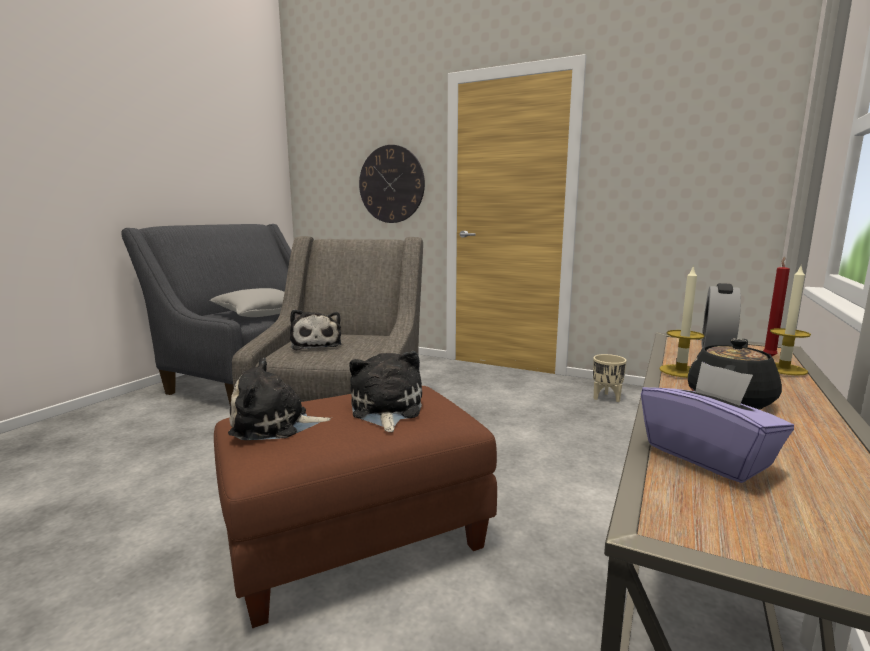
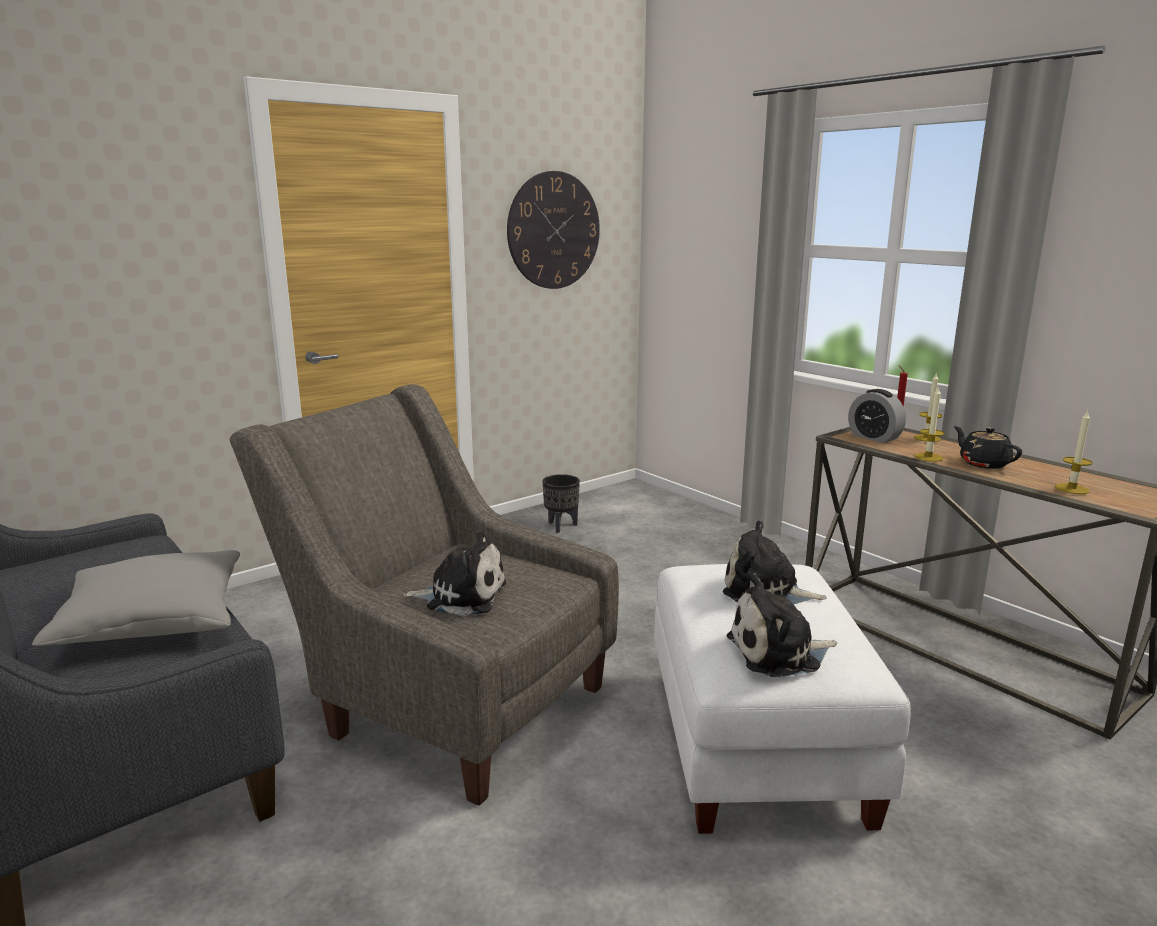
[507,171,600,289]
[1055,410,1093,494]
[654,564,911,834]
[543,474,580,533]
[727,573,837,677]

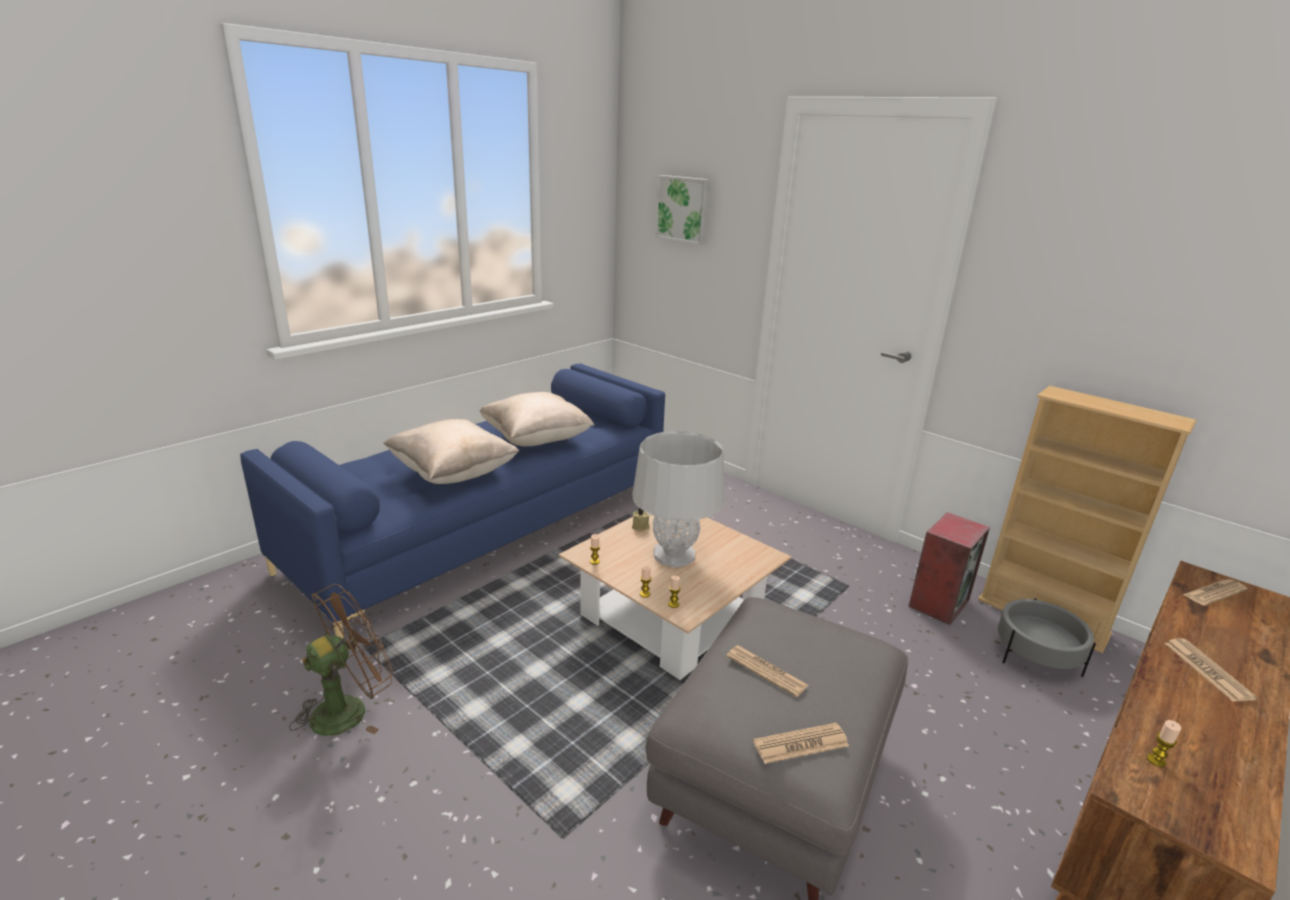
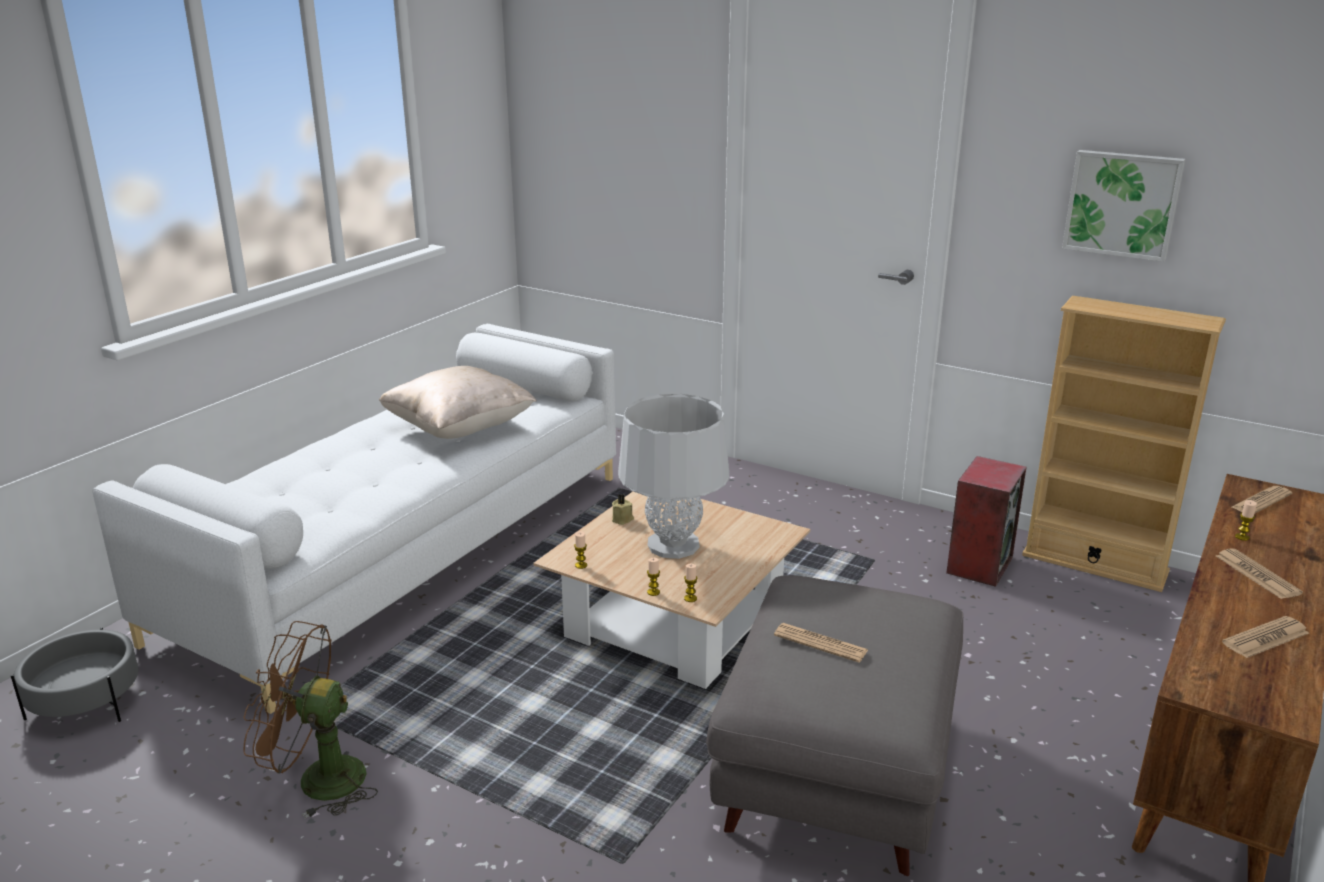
[383,419,520,484] (first image)
[1062,150,1186,262]
[1222,616,1309,658]
[11,627,138,722]
[1235,500,1257,541]
[92,324,616,714]
[243,621,378,818]

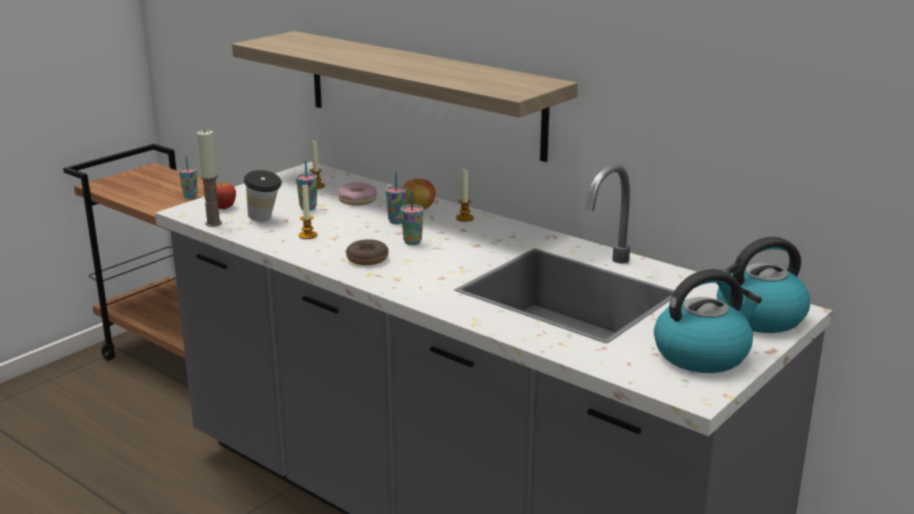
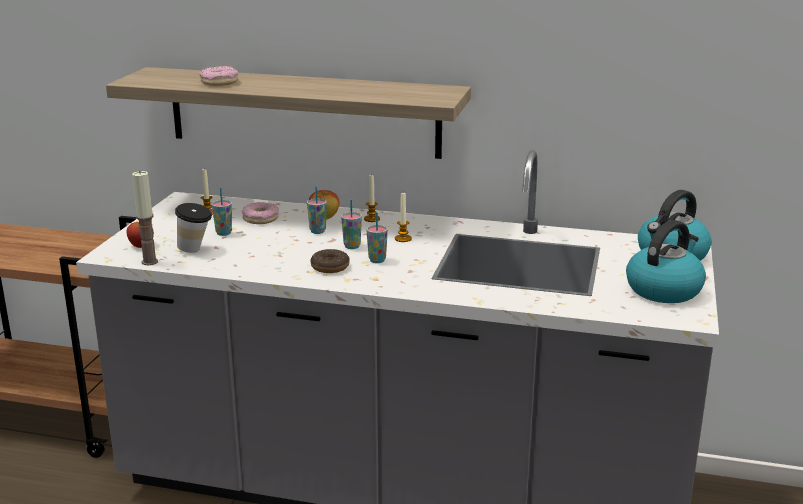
[199,66,238,86]
[366,212,388,263]
[395,193,412,242]

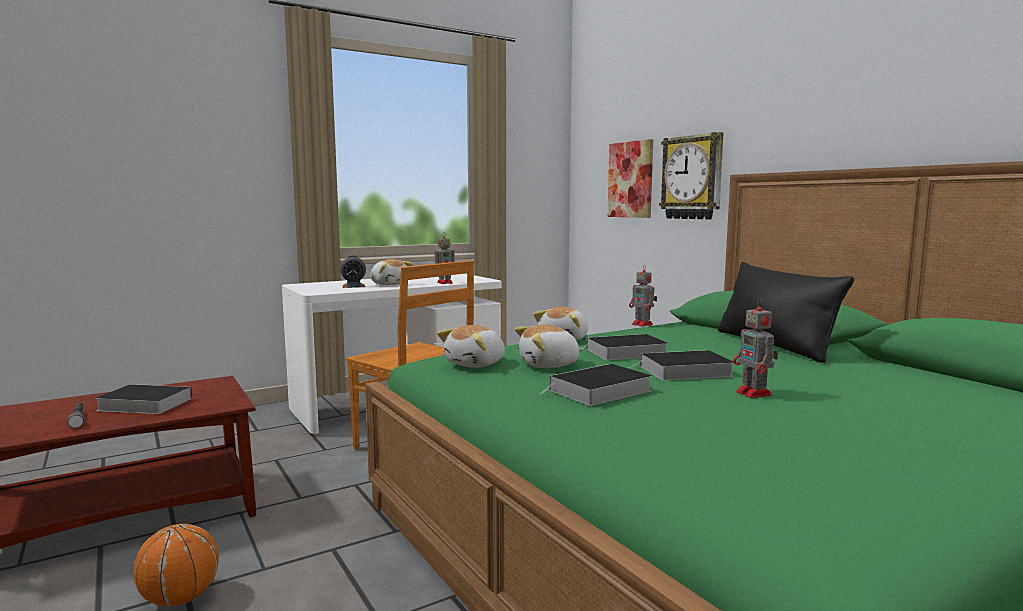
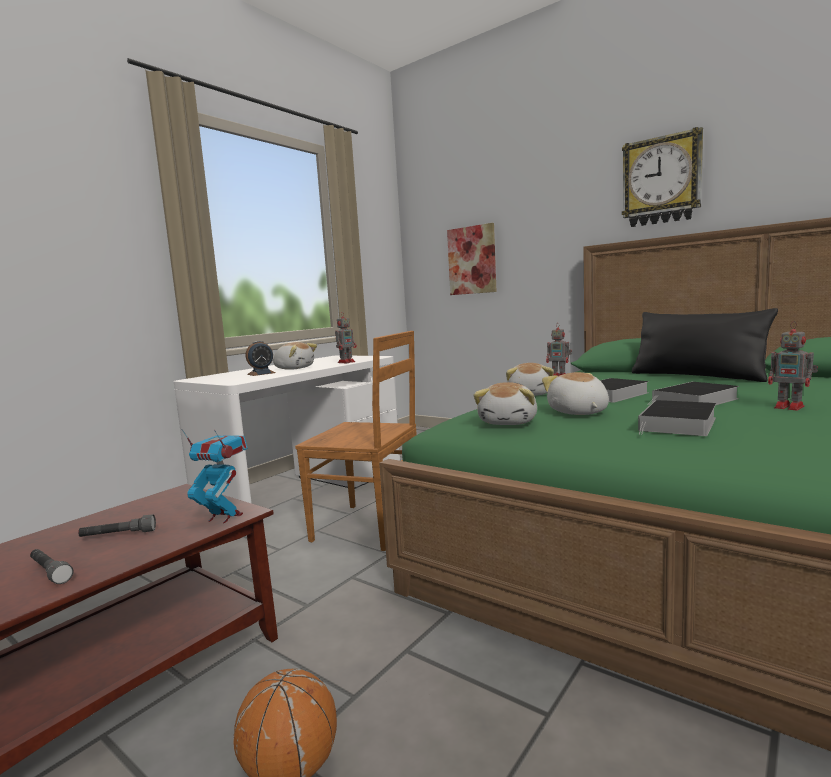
[181,429,248,523]
[622,127,703,227]
[78,514,156,537]
[542,372,609,415]

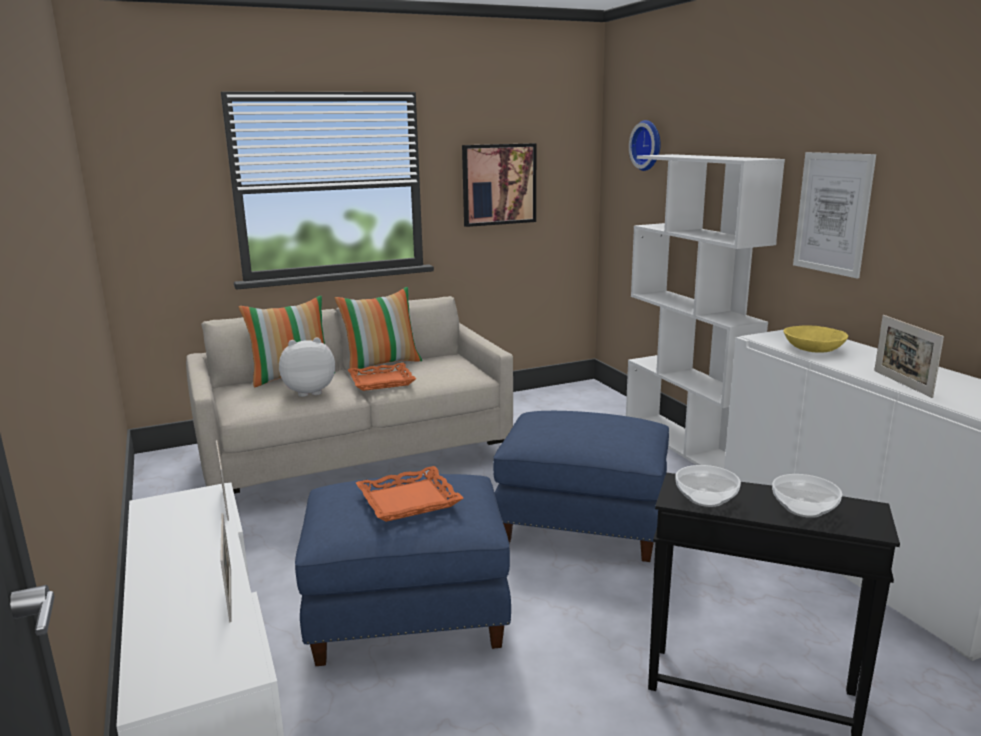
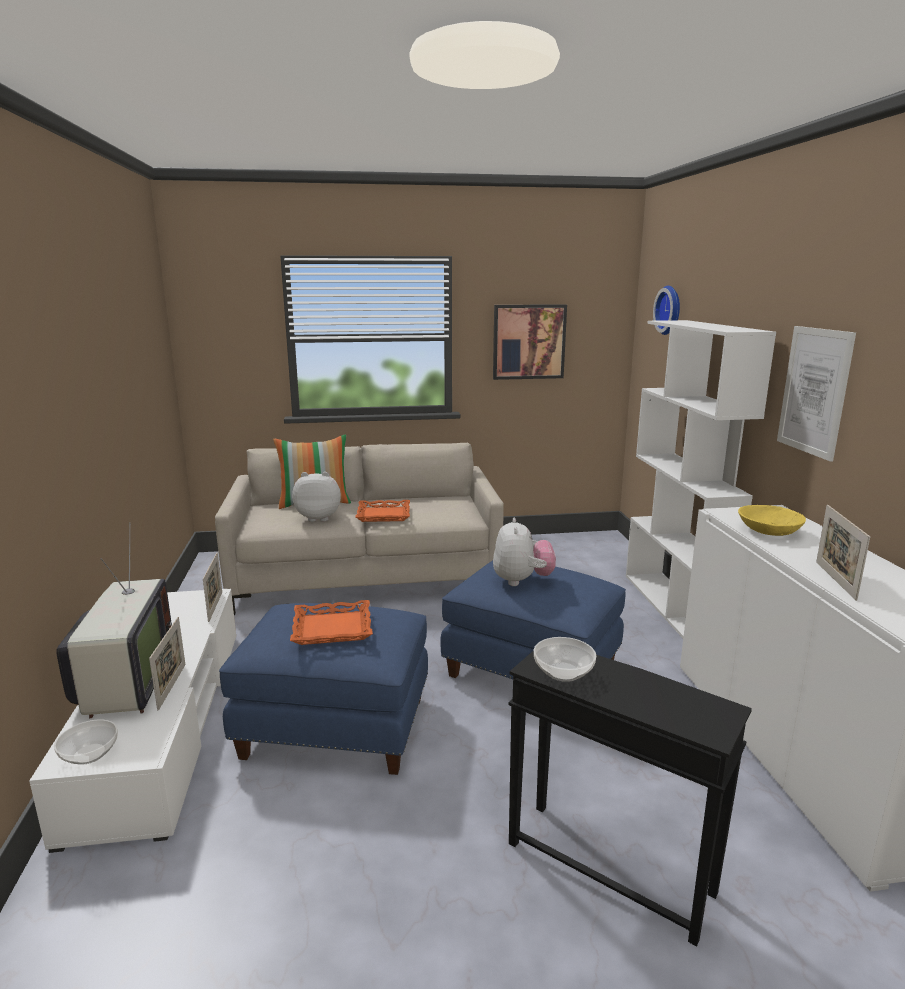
[335,287,422,375] (first image)
[56,522,172,718]
[493,518,556,586]
[54,720,118,765]

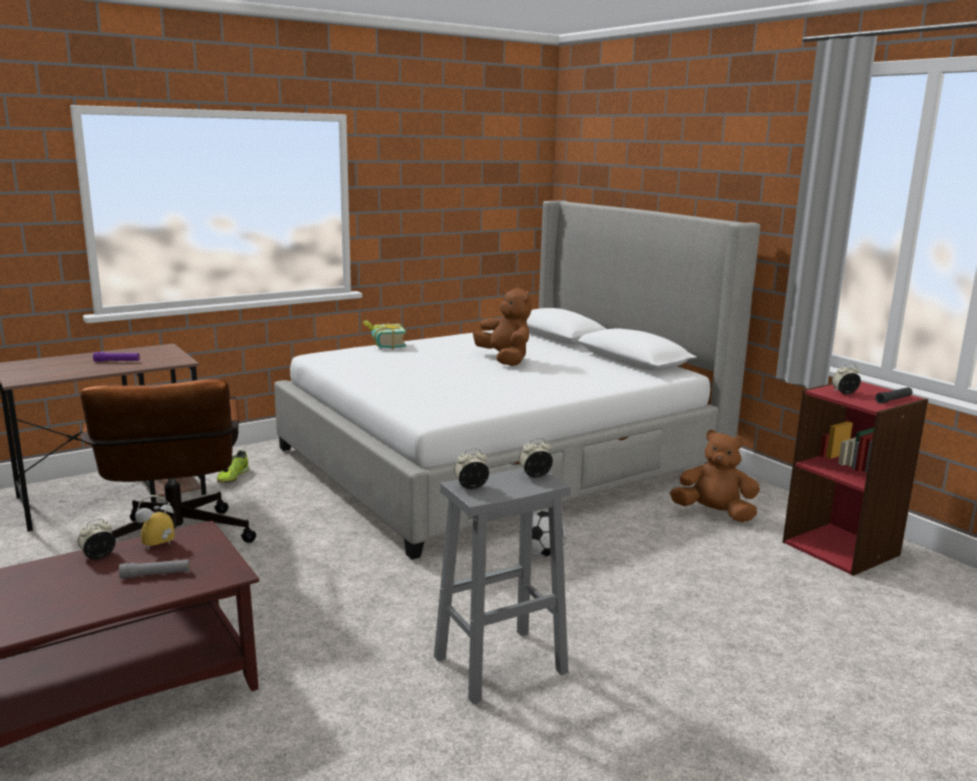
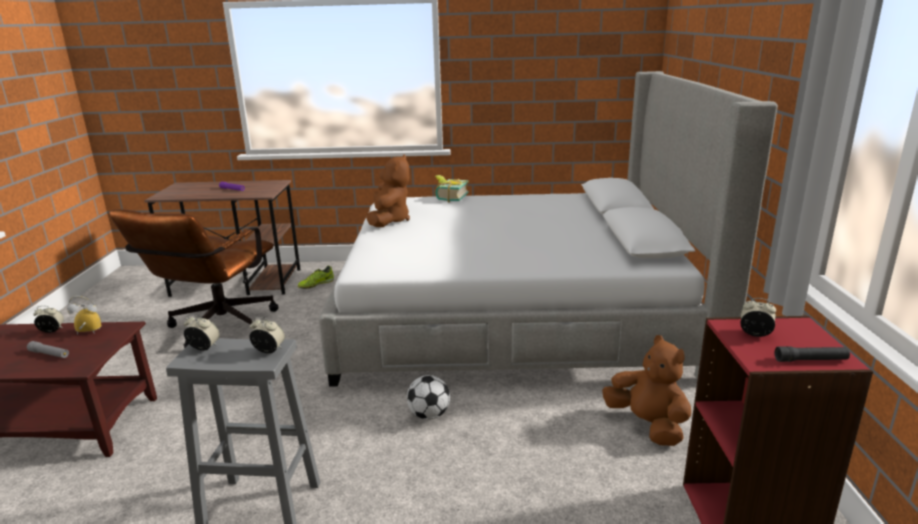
[367,154,410,227]

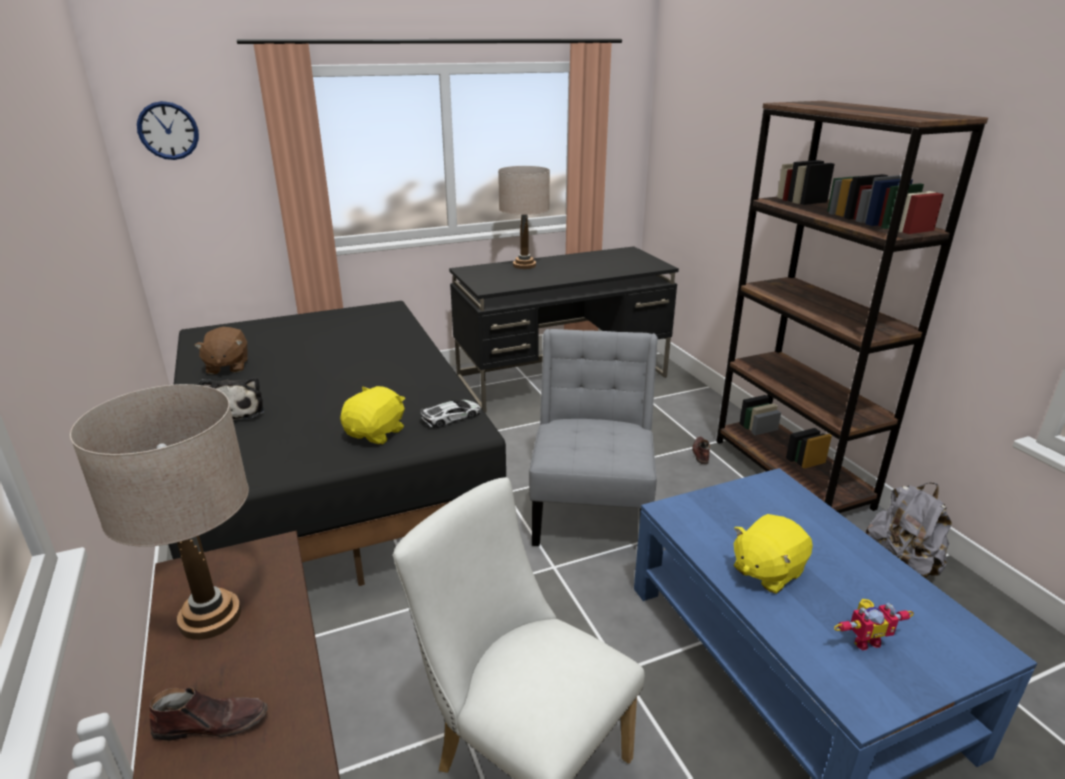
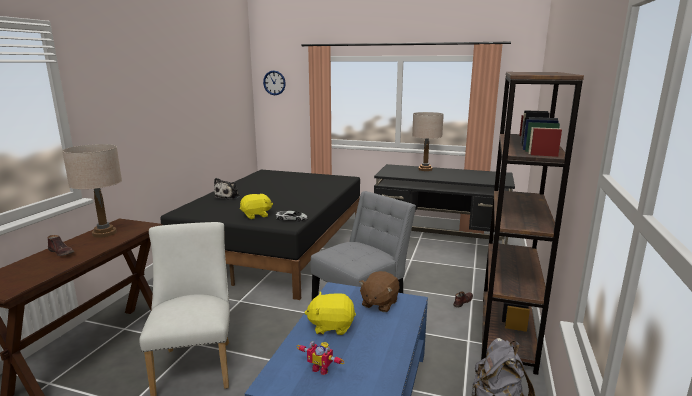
[359,271,400,312]

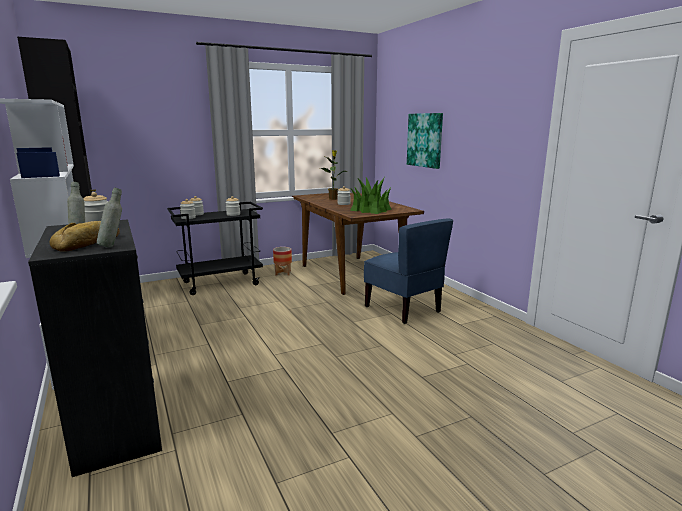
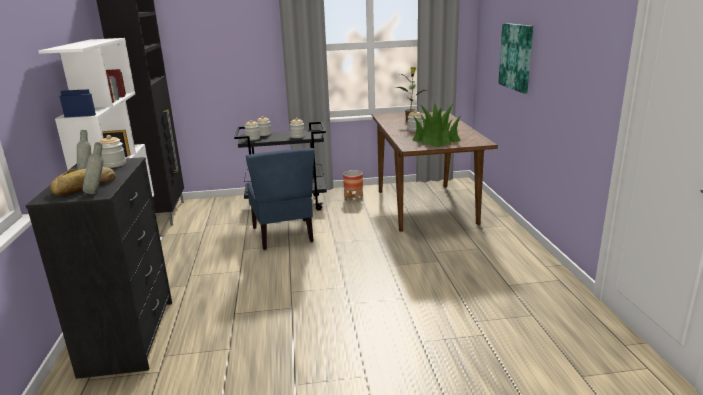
[246,148,315,250]

